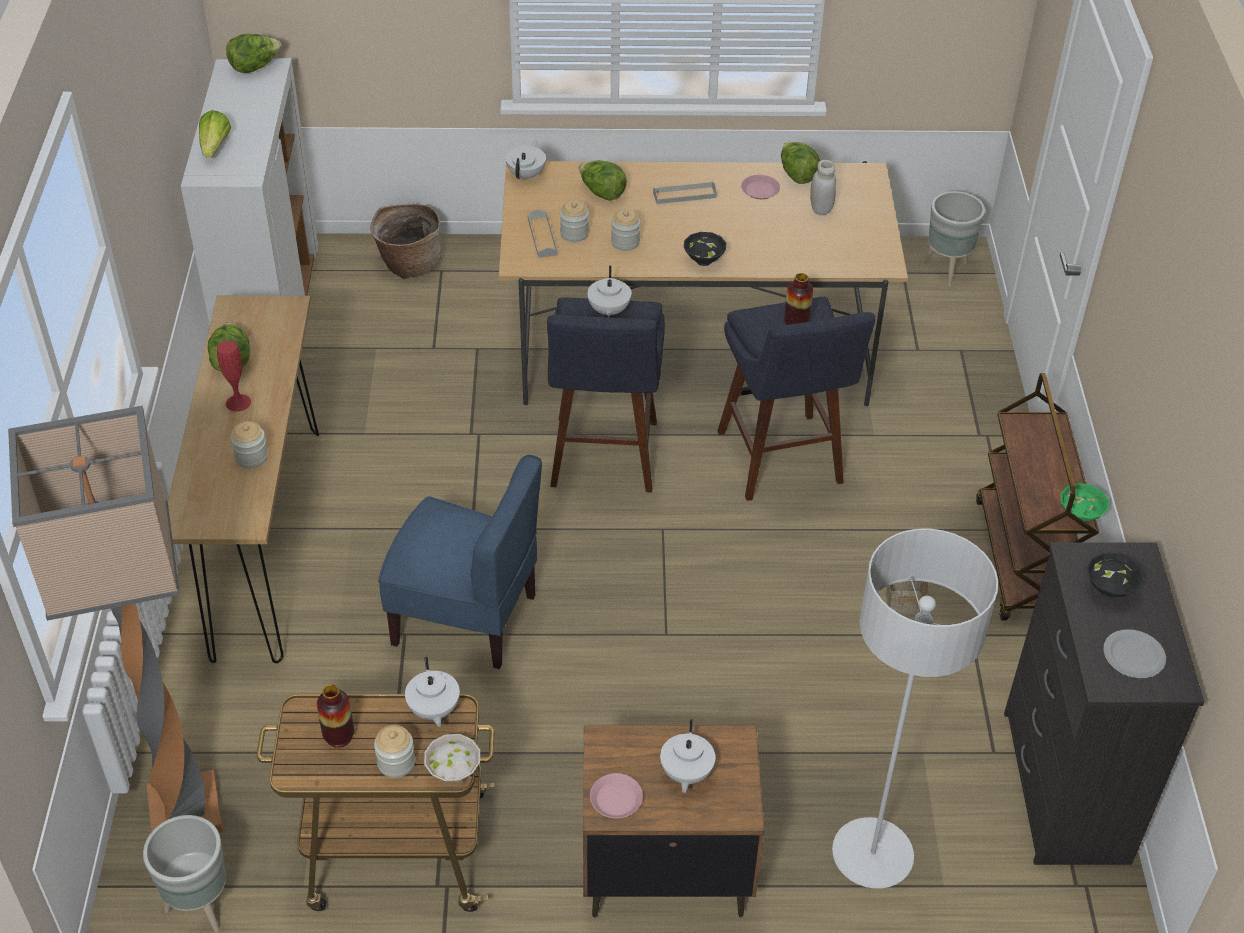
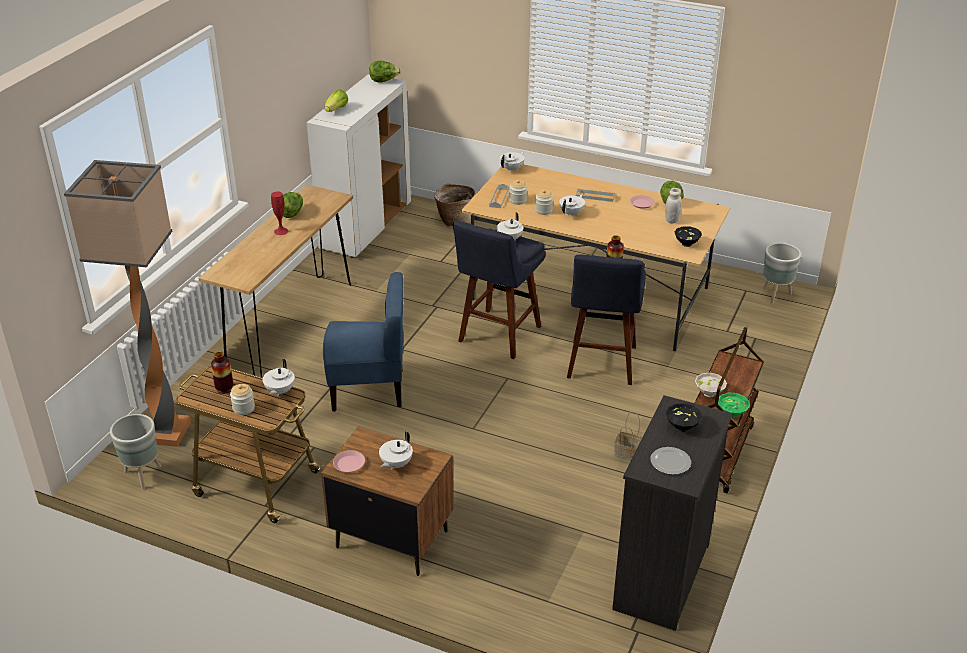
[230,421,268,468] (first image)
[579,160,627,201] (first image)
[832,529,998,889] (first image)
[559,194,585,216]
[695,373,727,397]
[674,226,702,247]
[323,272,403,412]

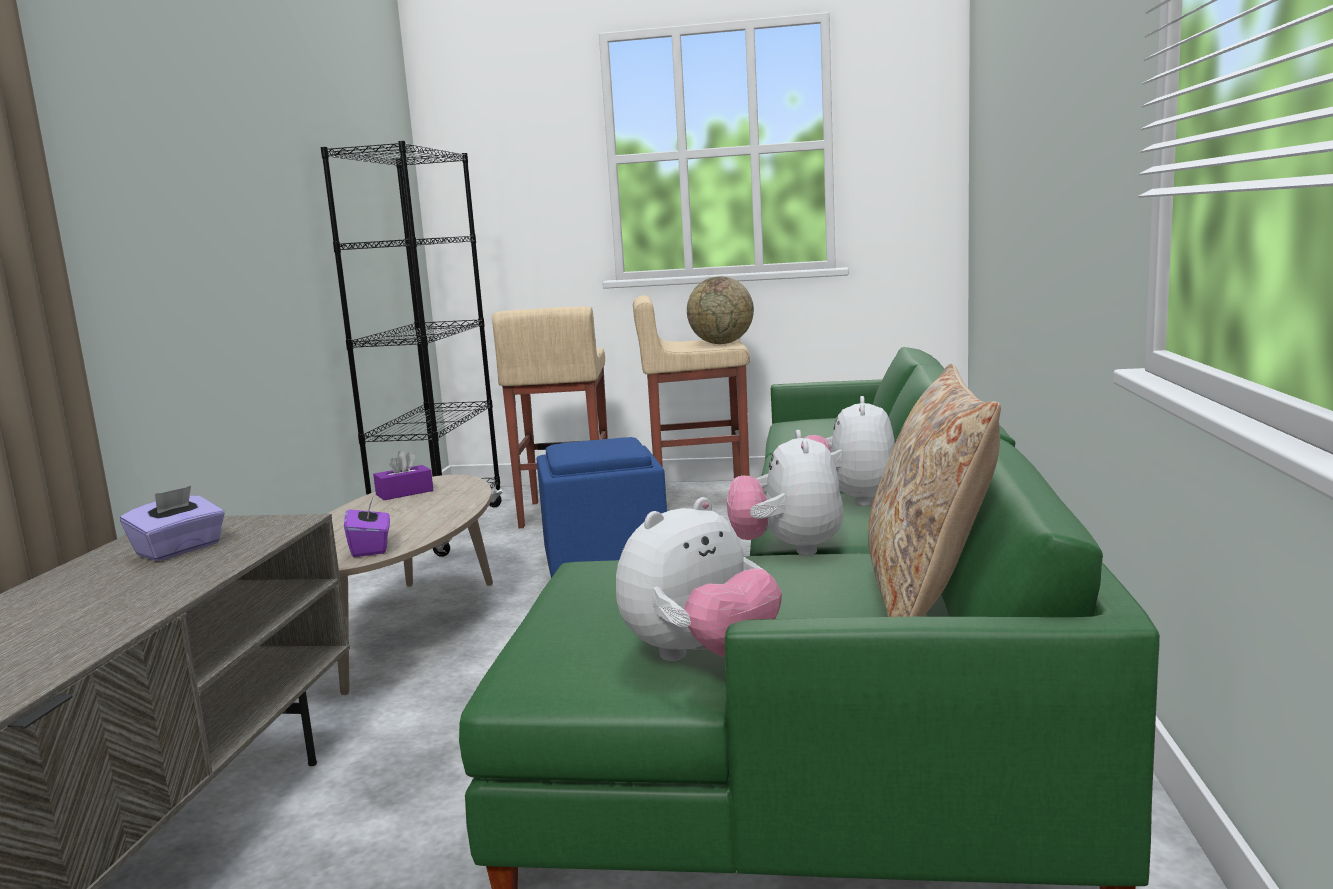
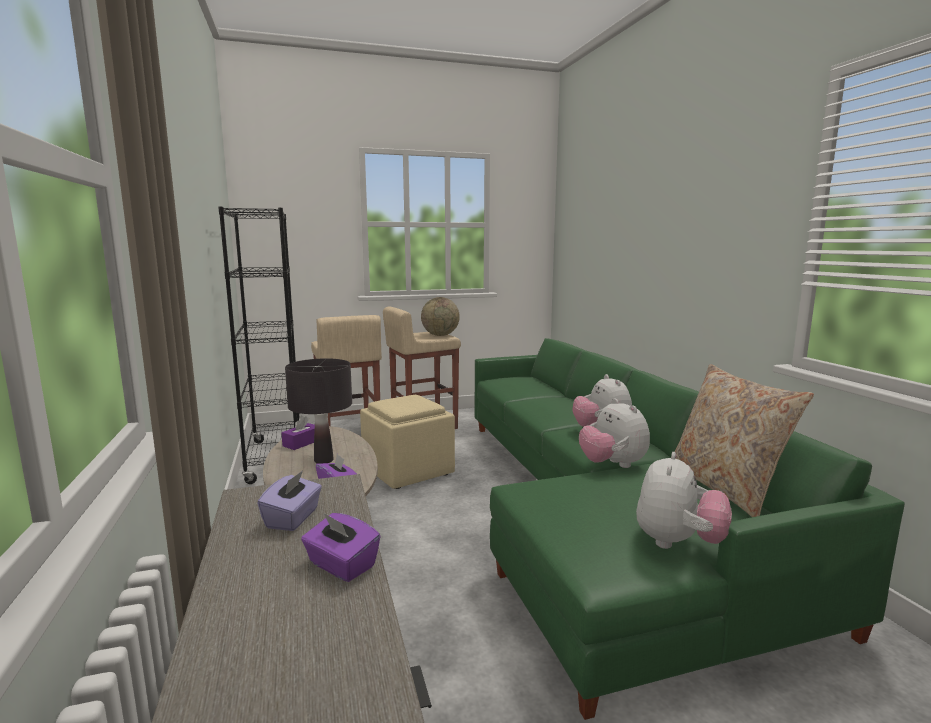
[285,358,352,464]
[301,512,381,582]
[360,395,455,489]

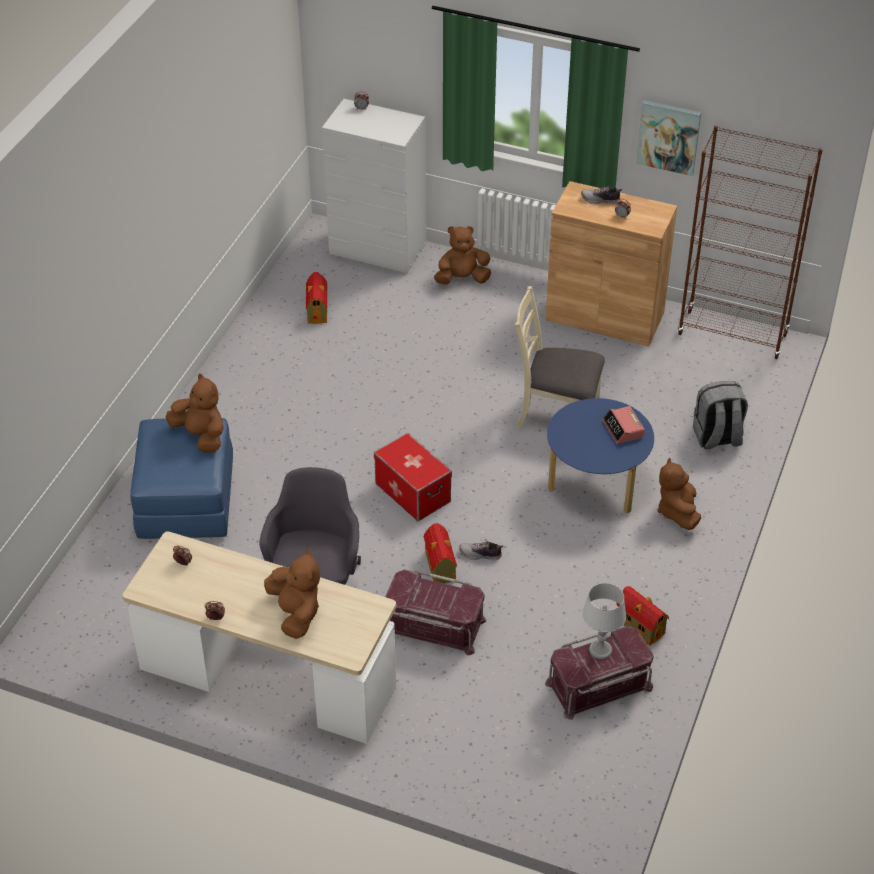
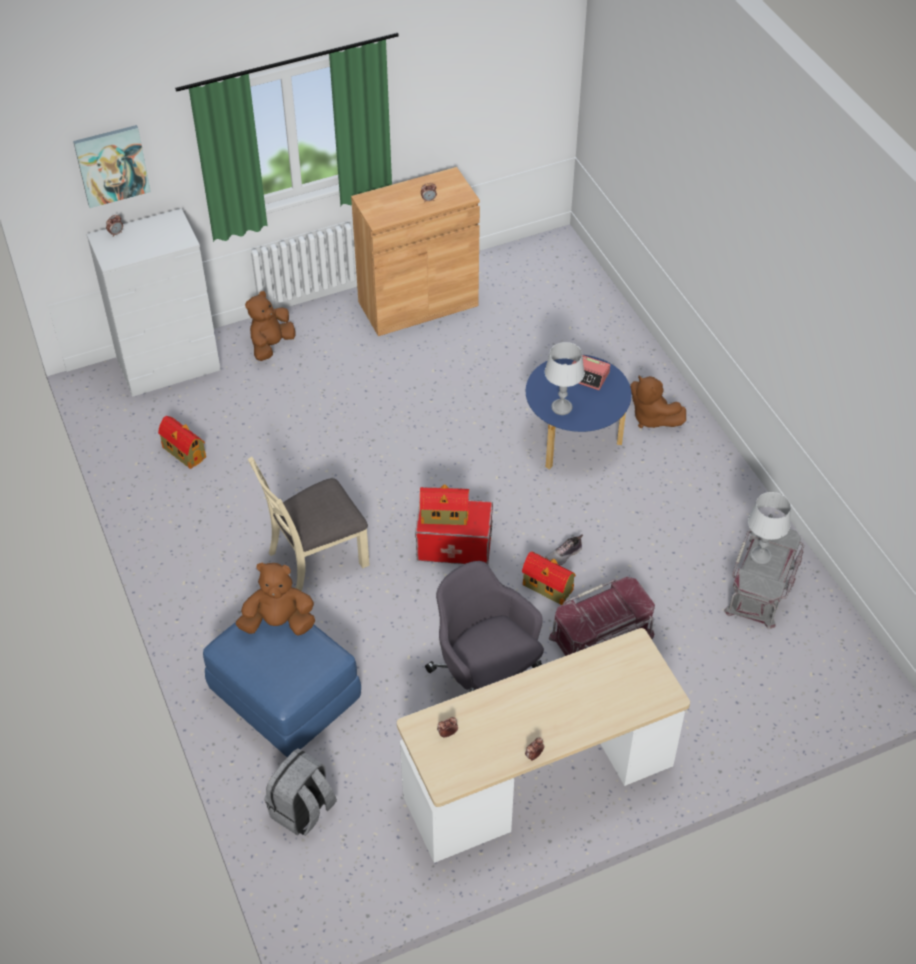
[264,549,320,639] (first image)
[581,186,622,204] (first image)
[677,126,823,359] (first image)
[545,342,585,415]
[248,456,369,591]
[420,485,469,525]
[73,125,151,208]
[265,748,337,836]
[724,529,804,629]

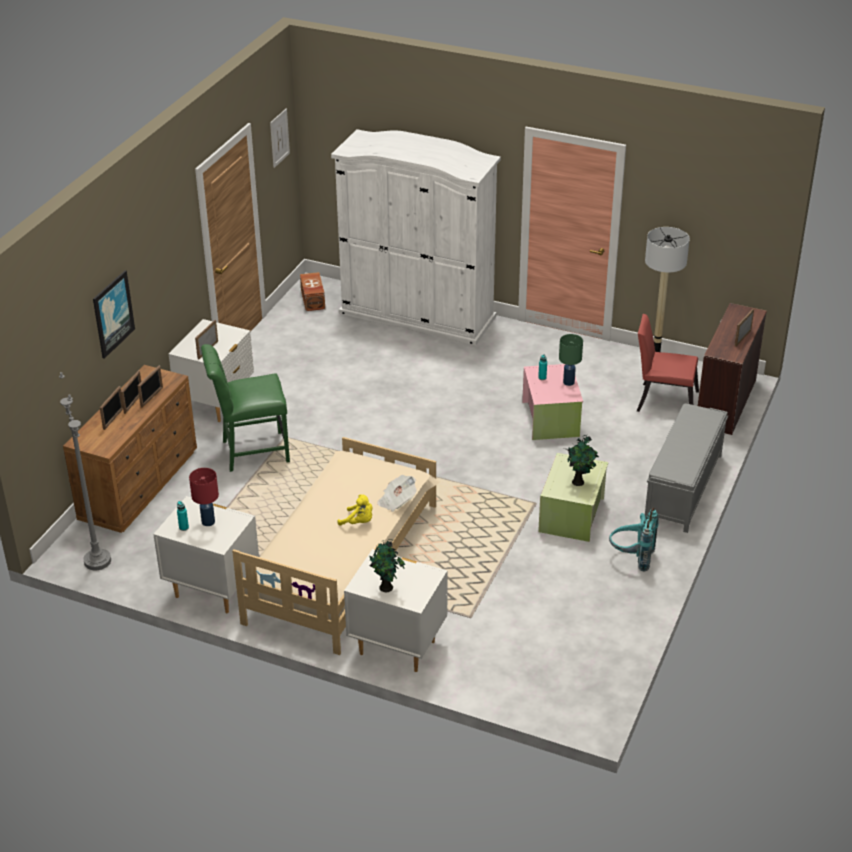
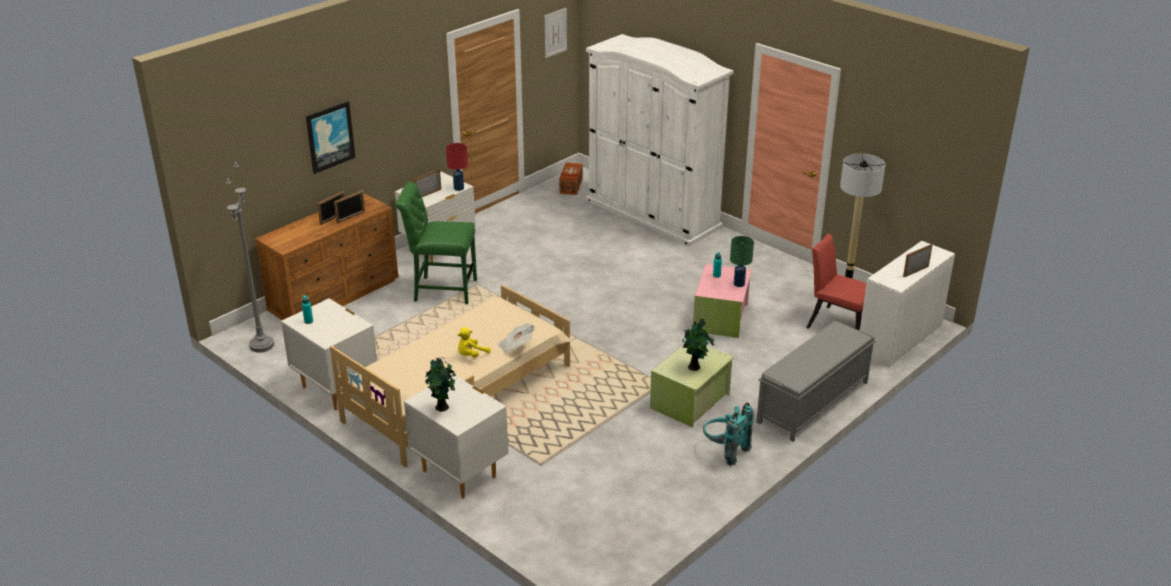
[99,386,123,430] (first image)
[446,143,468,191]
[860,241,955,367]
[457,327,491,358]

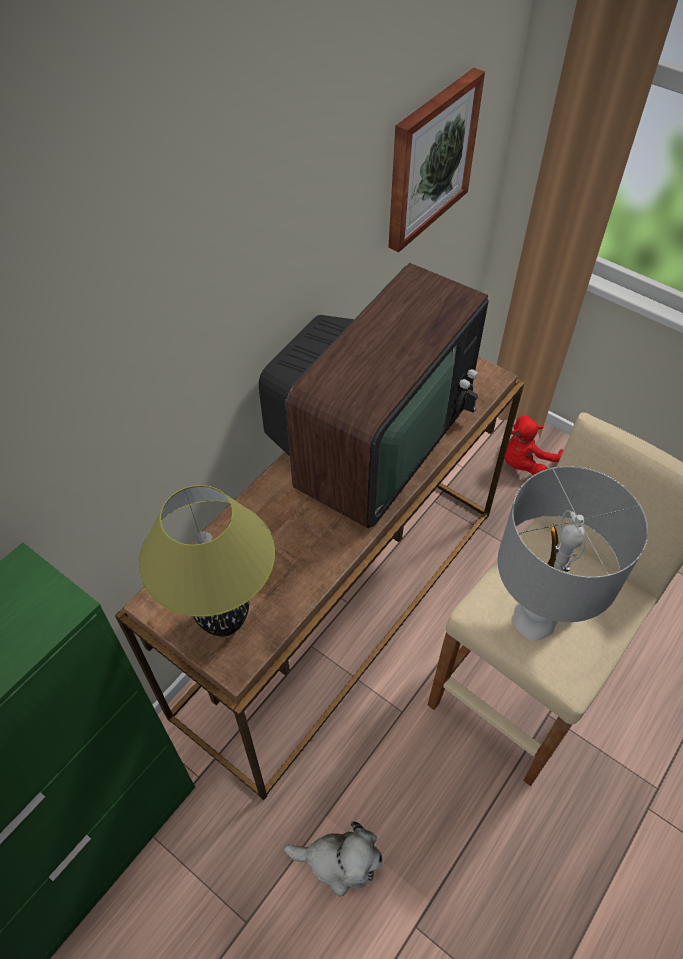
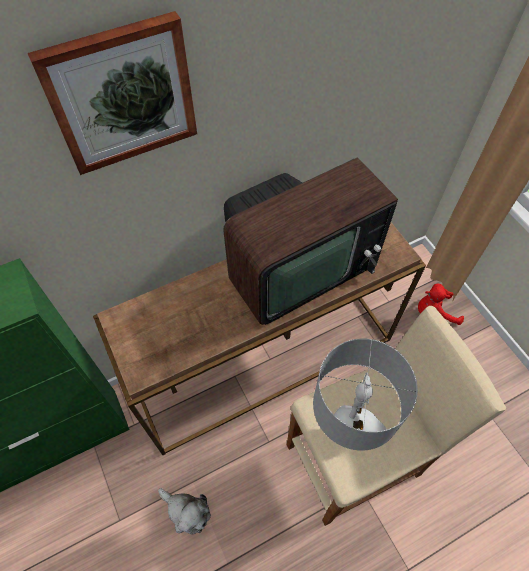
[139,485,275,636] (first image)
[27,11,197,175]

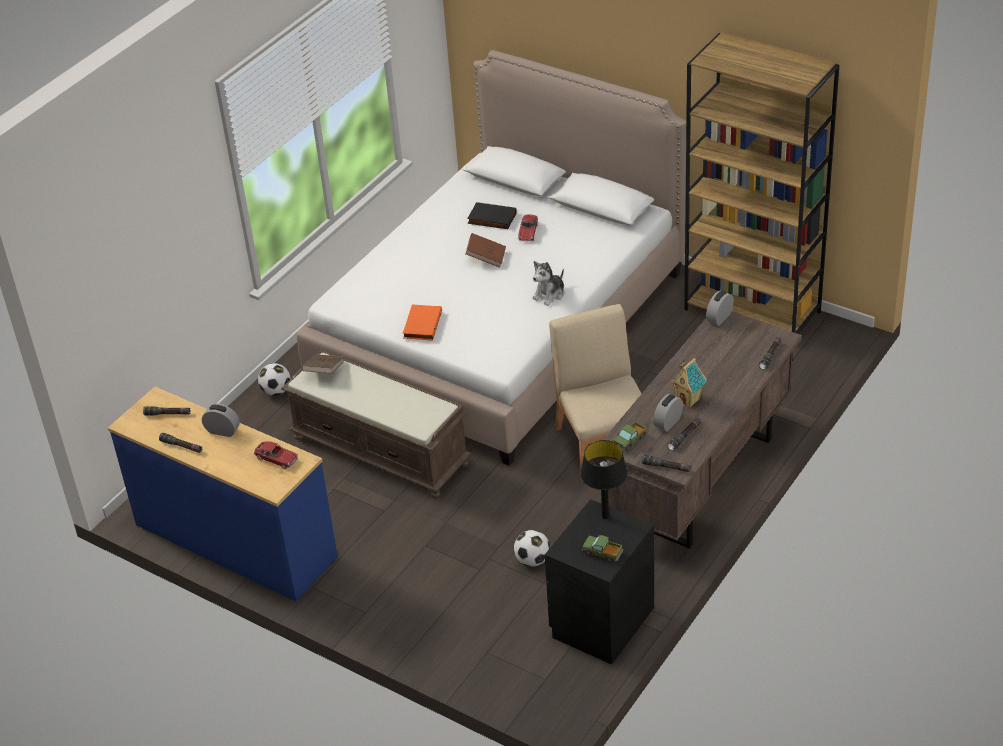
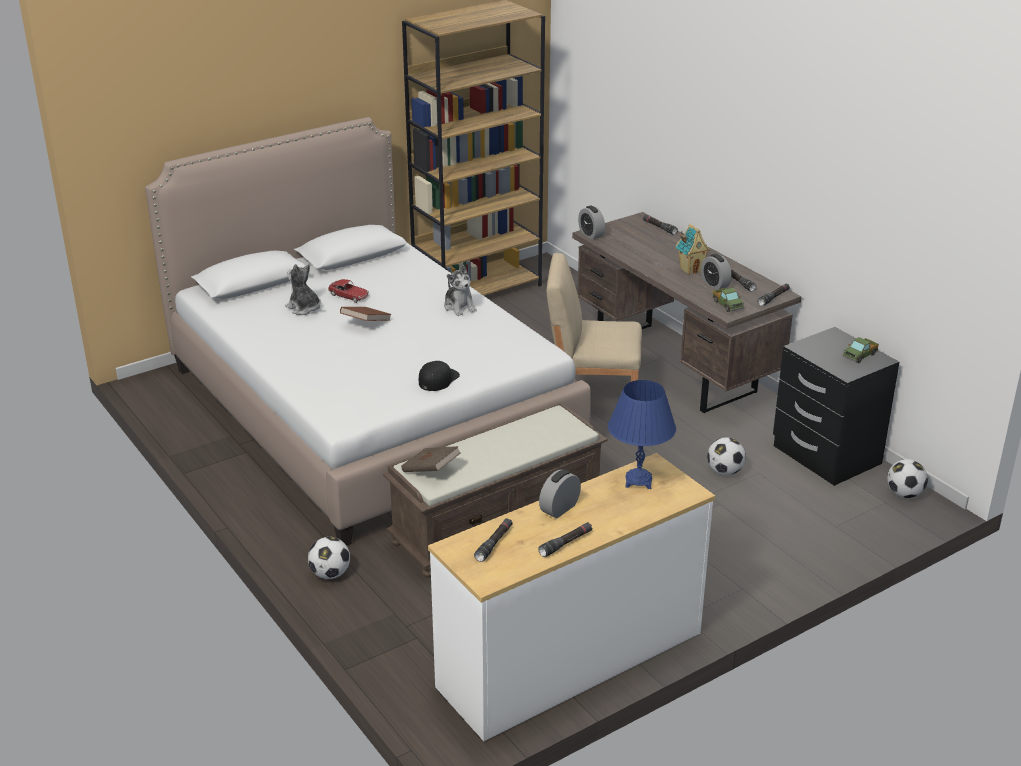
[580,440,628,519] (first image)
[887,459,928,498]
[608,380,676,489]
[419,361,460,391]
[285,264,320,315]
[428,453,715,741]

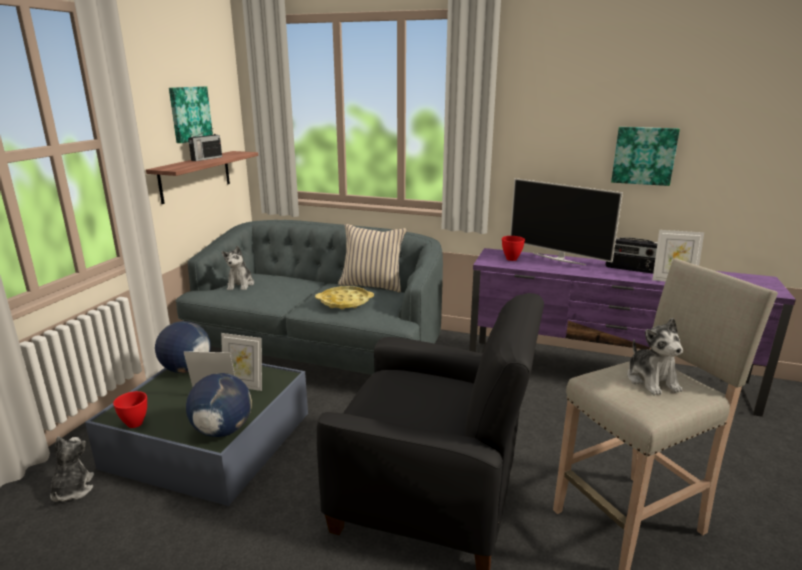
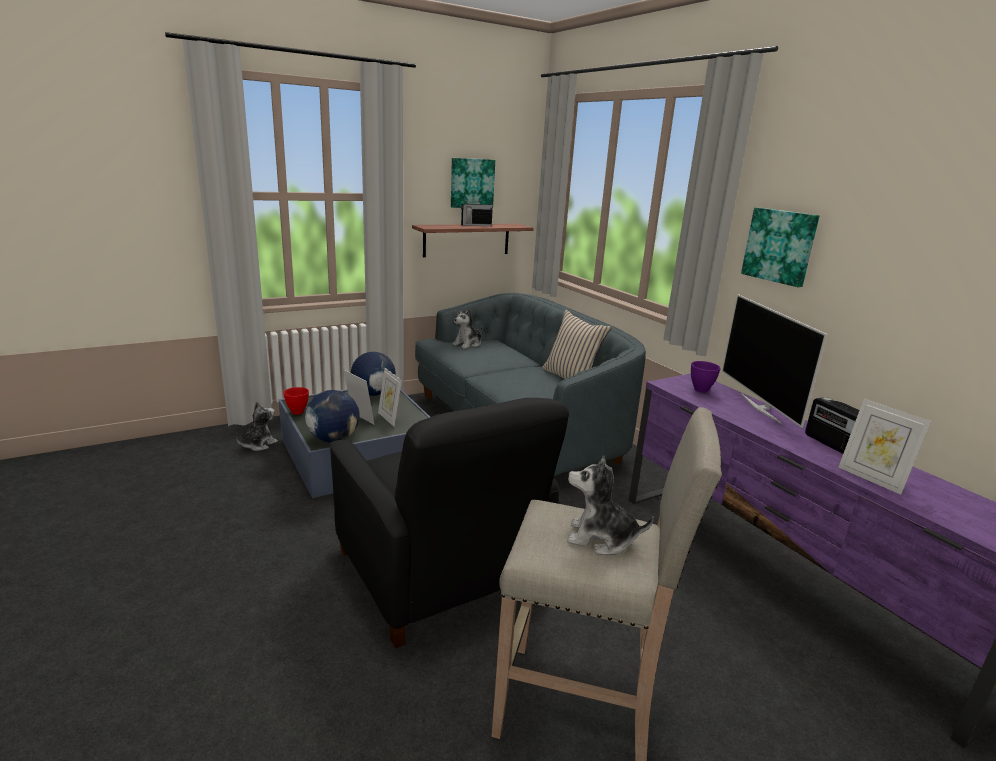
[315,286,374,309] (first image)
[741,207,819,287]
[691,361,721,393]
[567,455,654,555]

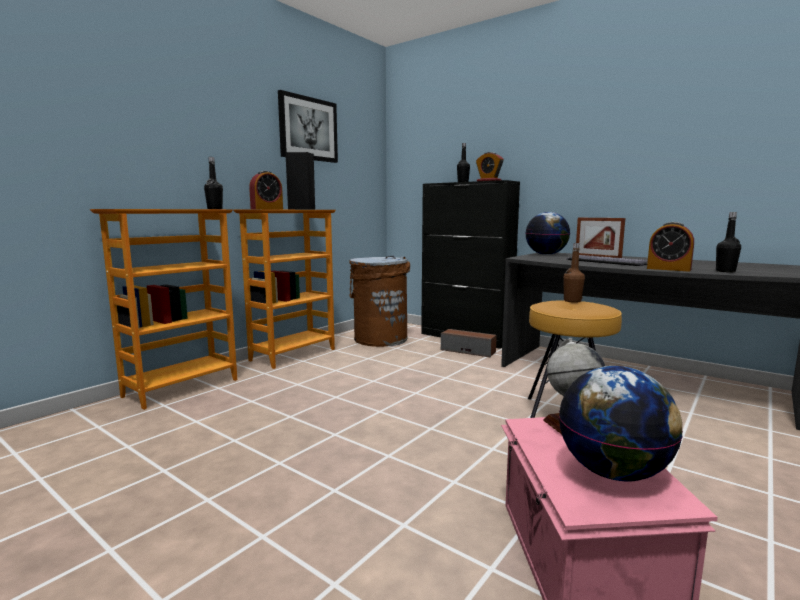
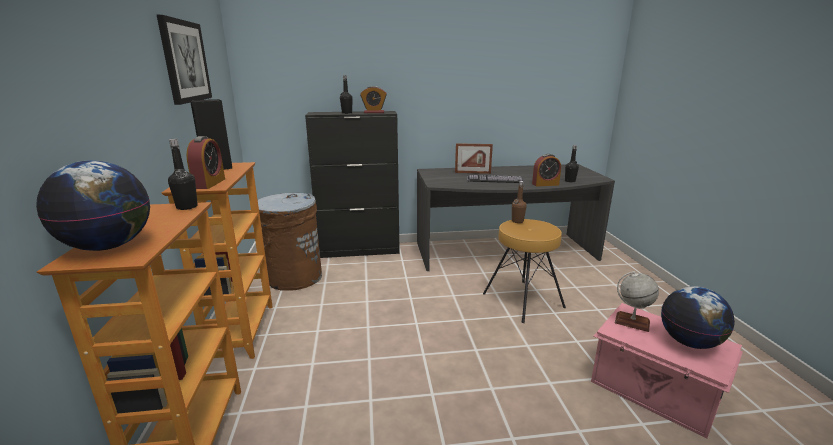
[441,329,497,357] (first image)
[36,160,150,251]

